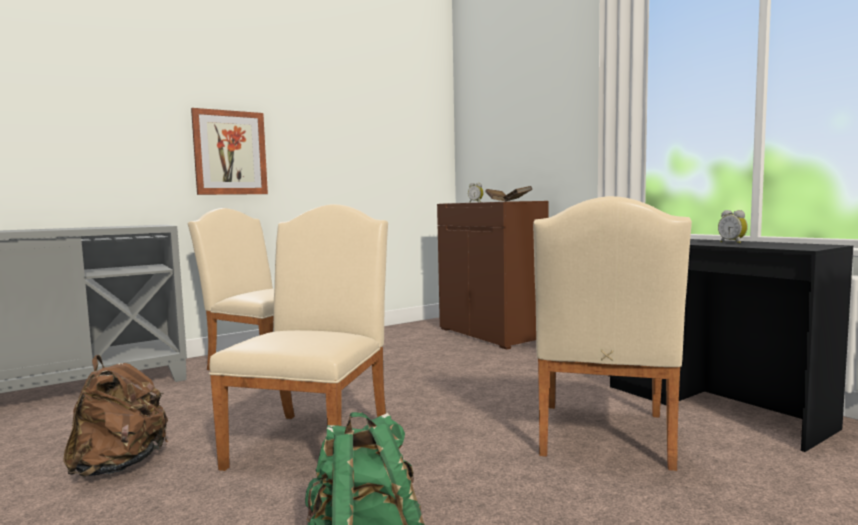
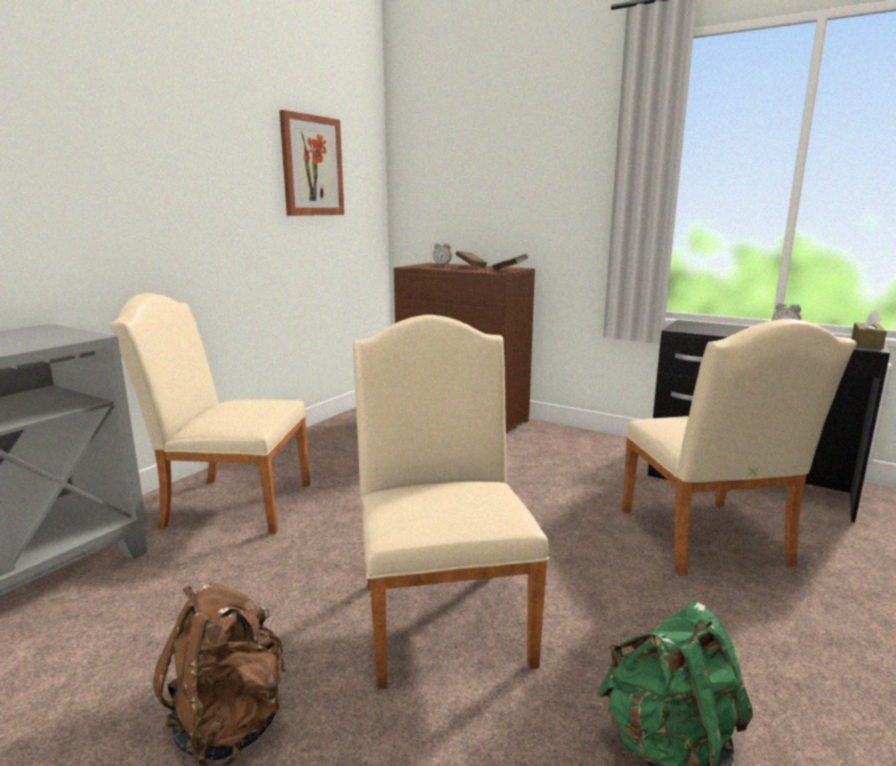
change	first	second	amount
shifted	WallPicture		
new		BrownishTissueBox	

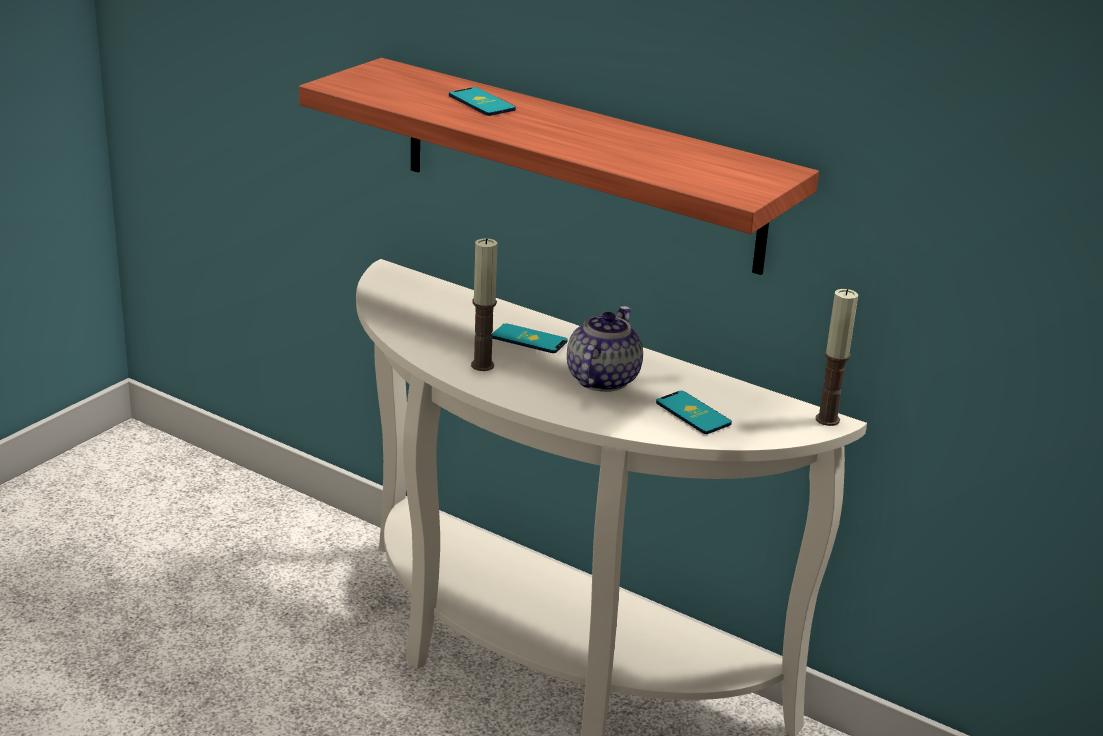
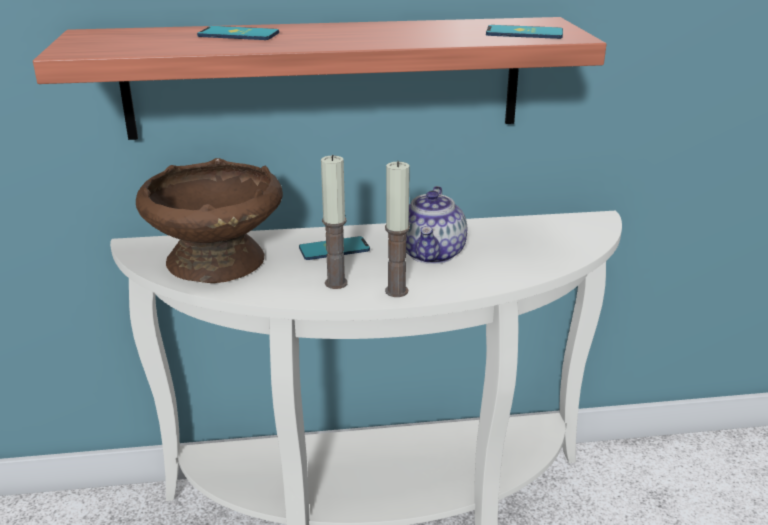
change	first	second	amount
new		BrownishDeepDish	
shifted	WaxCandle (no. 2 from left)		
rotated	TeaPot		150 degrees counterclockwise
shifted	Phone (no. 3 from left)		

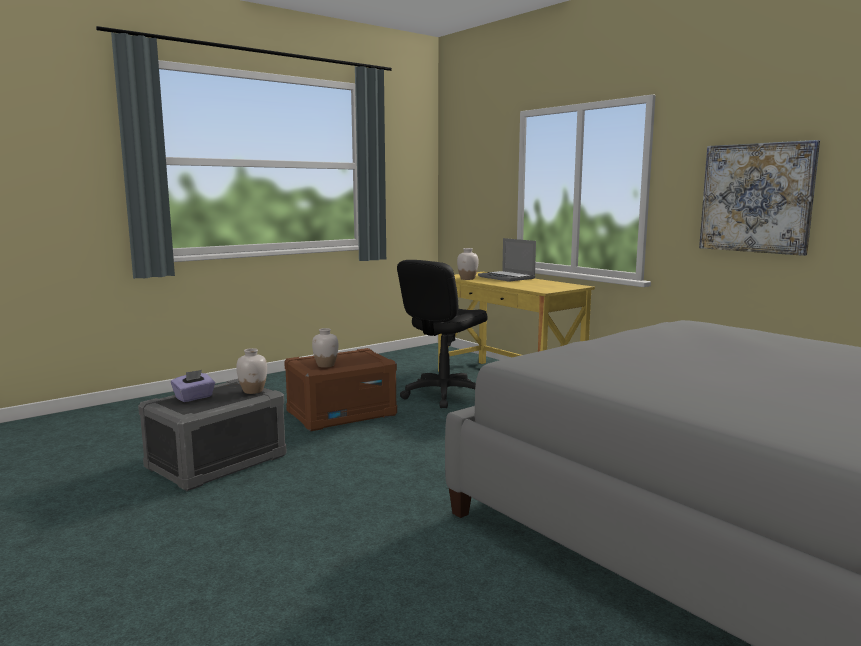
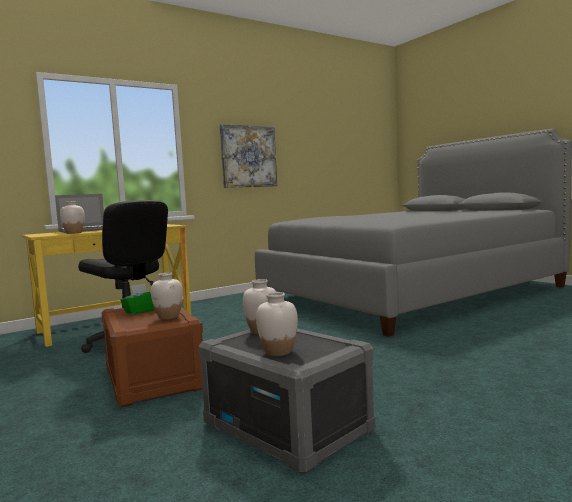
change	first	second	amount
new		GreenColouredTissueBox	
swapped	PurplishTissueBox	WhiteFlowerVase (no. 4 from left)	

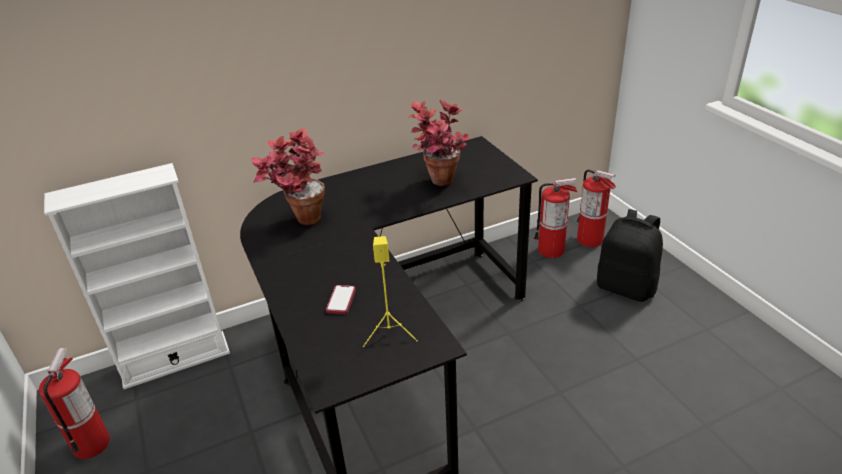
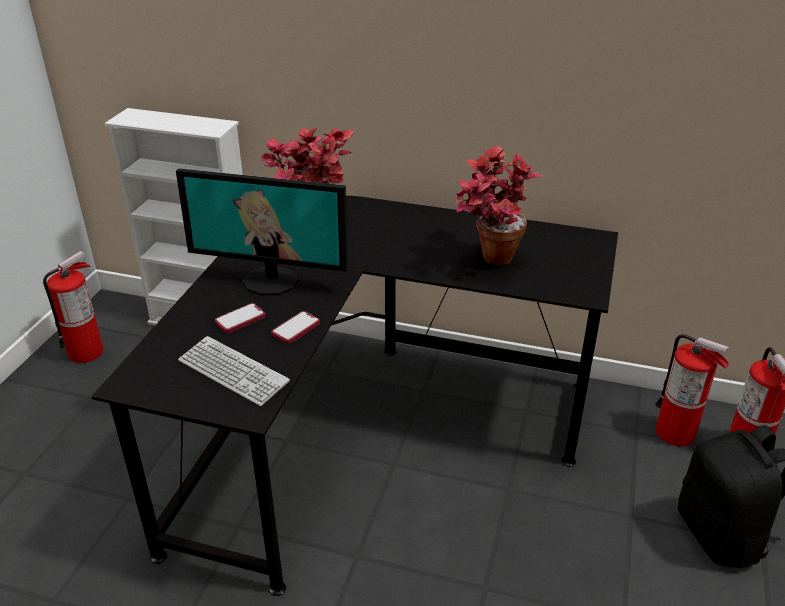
change	first	second	amount
new		ComputerDisplay	
swapped	YellowColouredLoudspeaker	Keyboard	
new		Phone (no. 2 from left)	

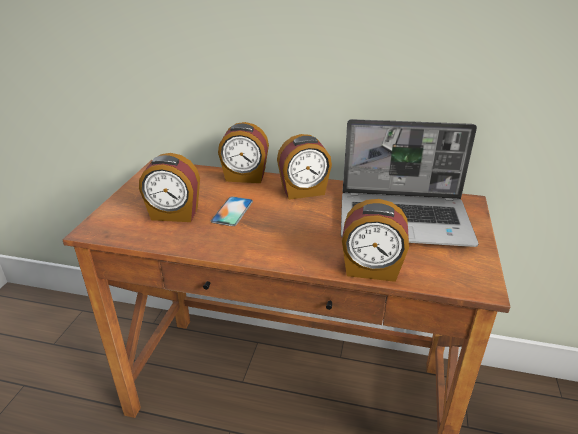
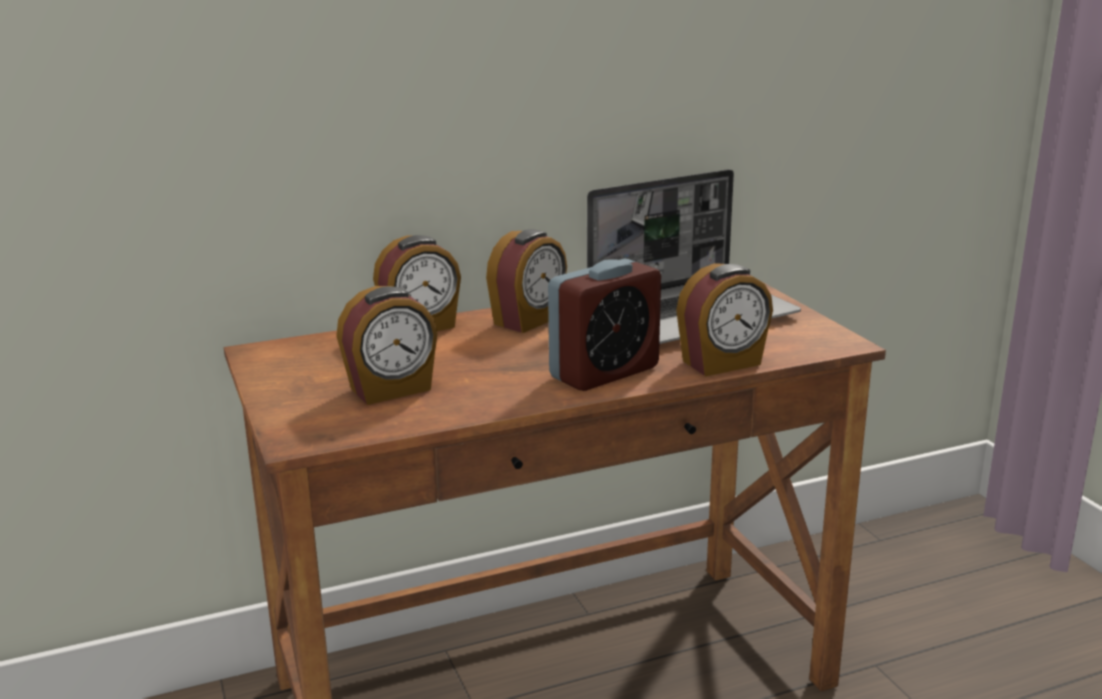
change	first	second	amount
new		AlarmClock (no. 4 from left)	
gone	Phone		

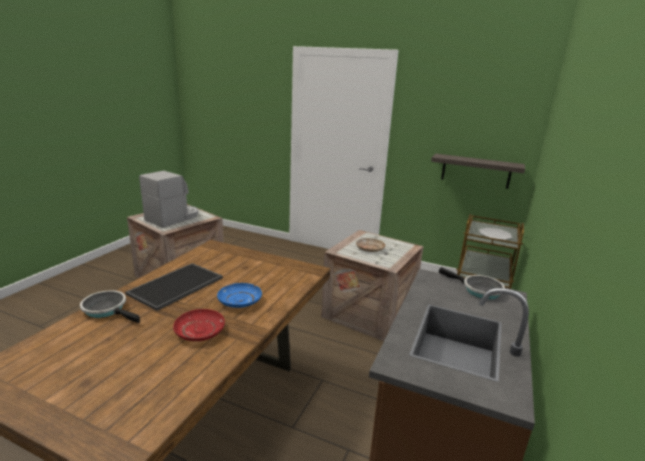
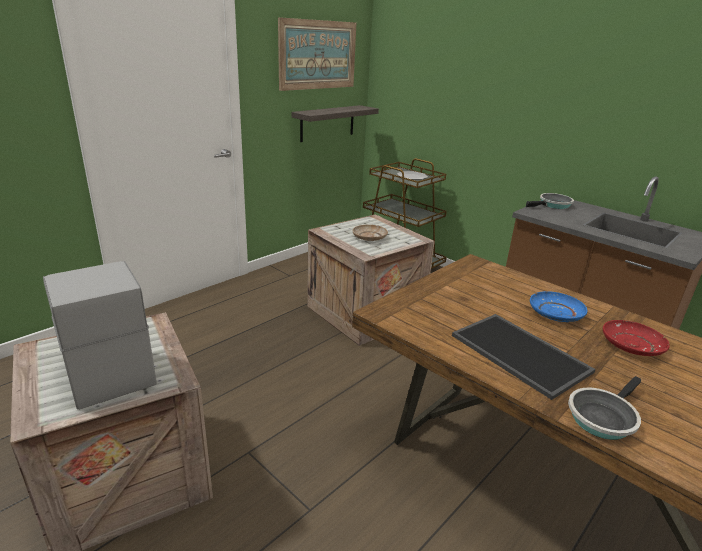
change	first	second	amount
new		WallPicture	

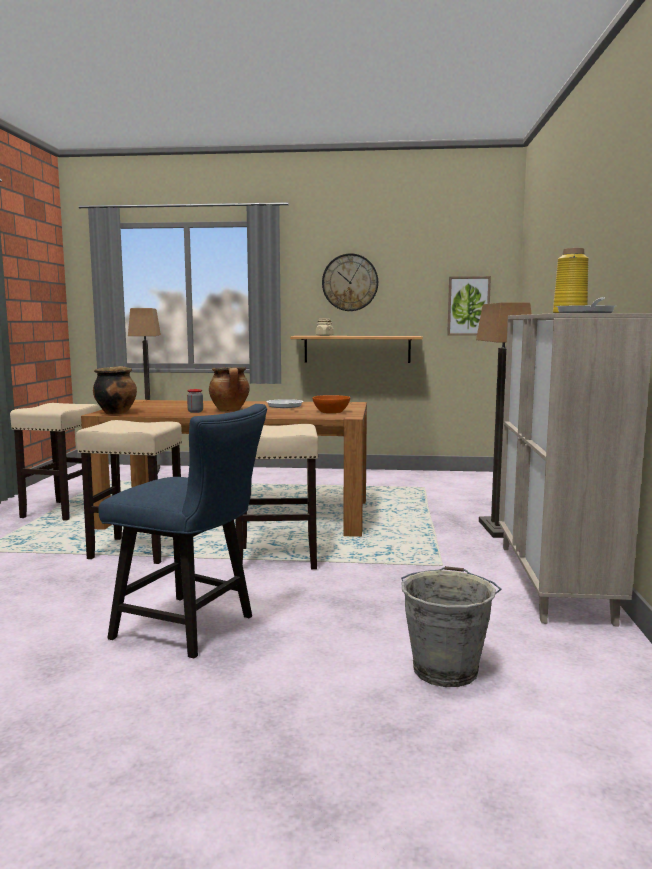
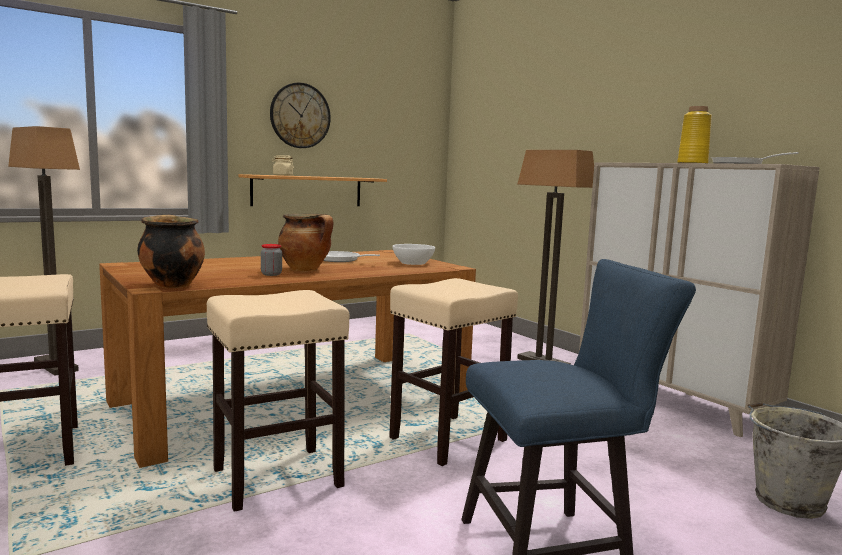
change	first	second	amount
repainted	OrangeColouredDeepDish	WhiteDeepDish	
gone	WallPicture		

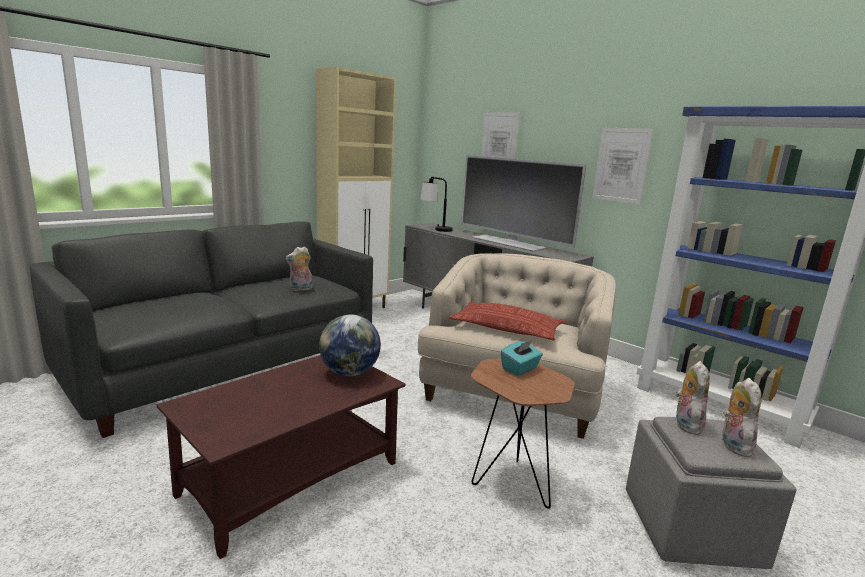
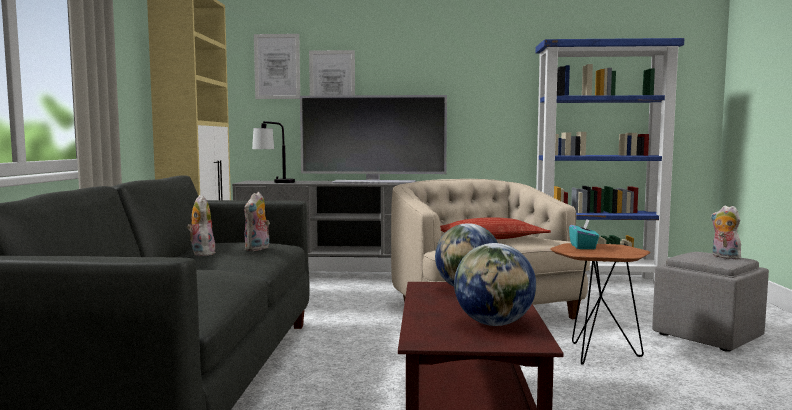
change	first	second	amount
shifted	SoftToy (no. 2 from left in the first image)	SoftToy (no. 1 from left)	
shifted	WallPicture (no. 2 from left in the first image)	WallPicture (no. 1 from left)	
new		DeskGlobe (no. 2 from left)	

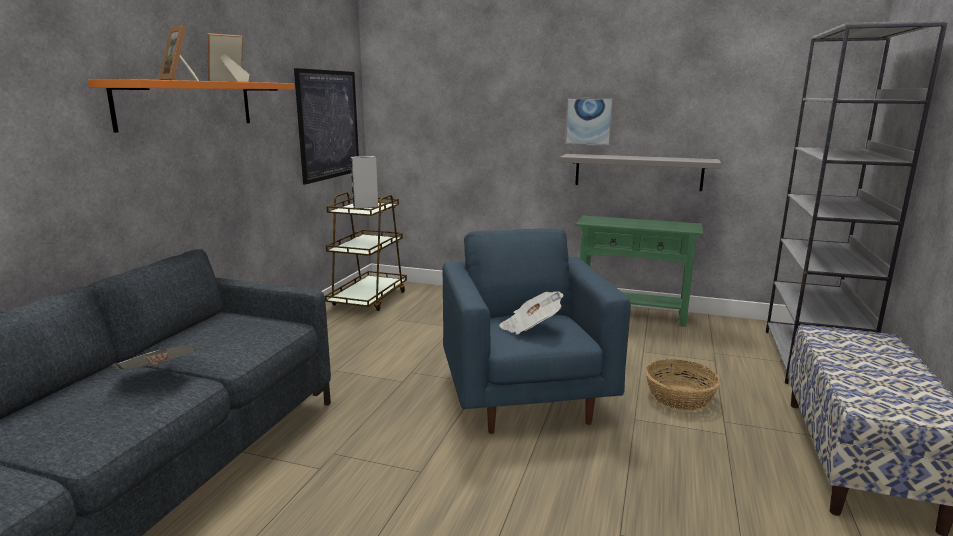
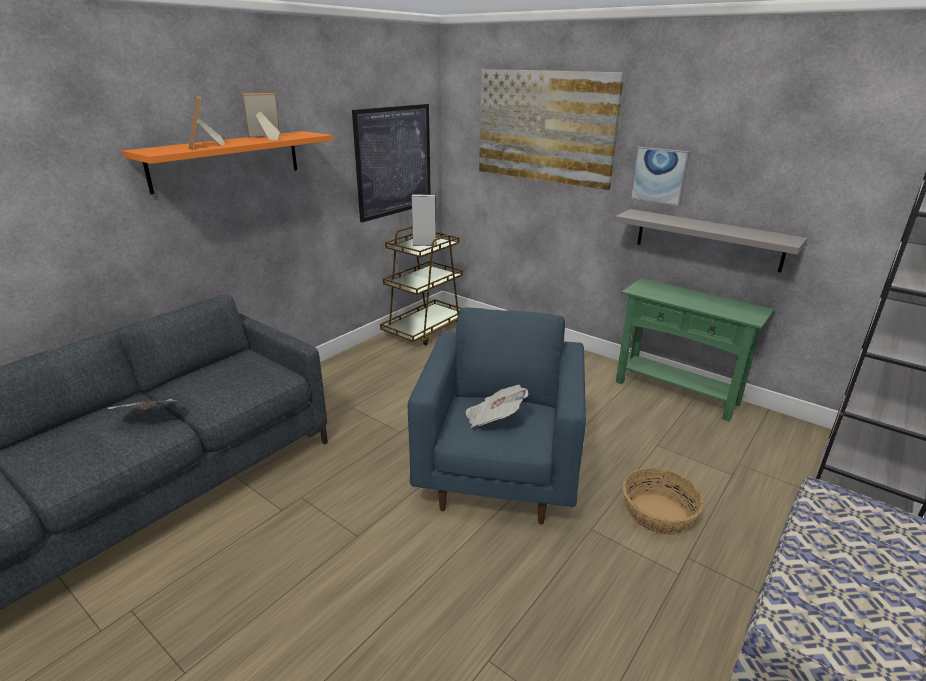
change	first	second	amount
new		WallPicture (no. 2 from left)	

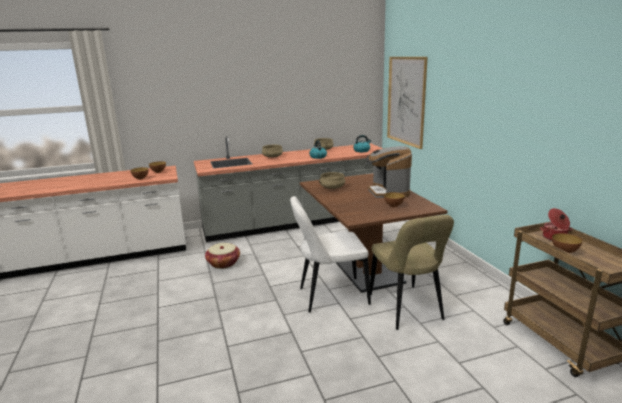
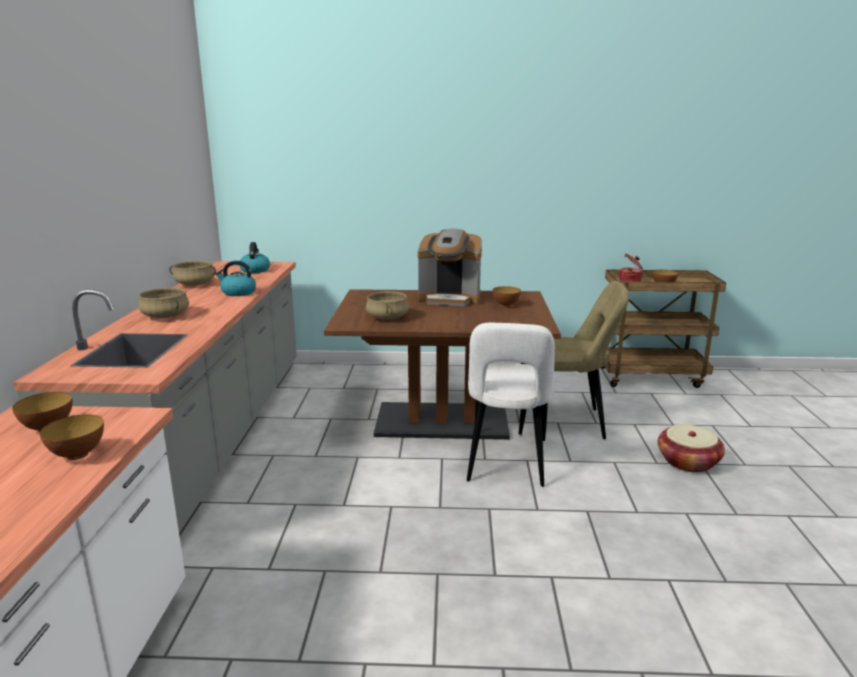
change	first	second	amount
shifted	StorageBasket		
gone	WallPicture		

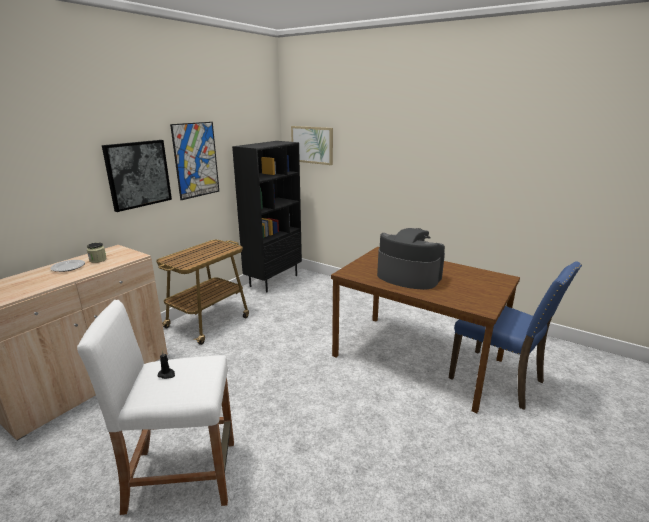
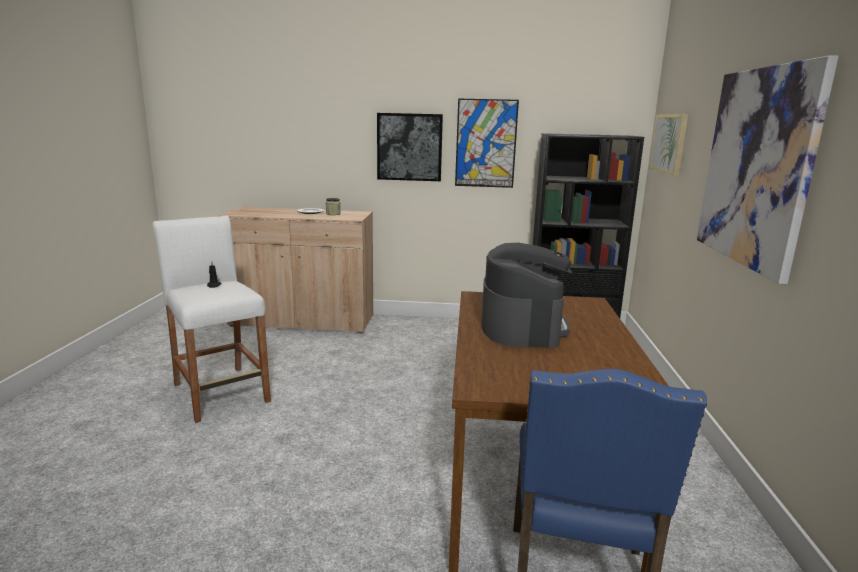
change	first	second	amount
new		WallPicture (no. 4 from left)	
gone	Trolley		

